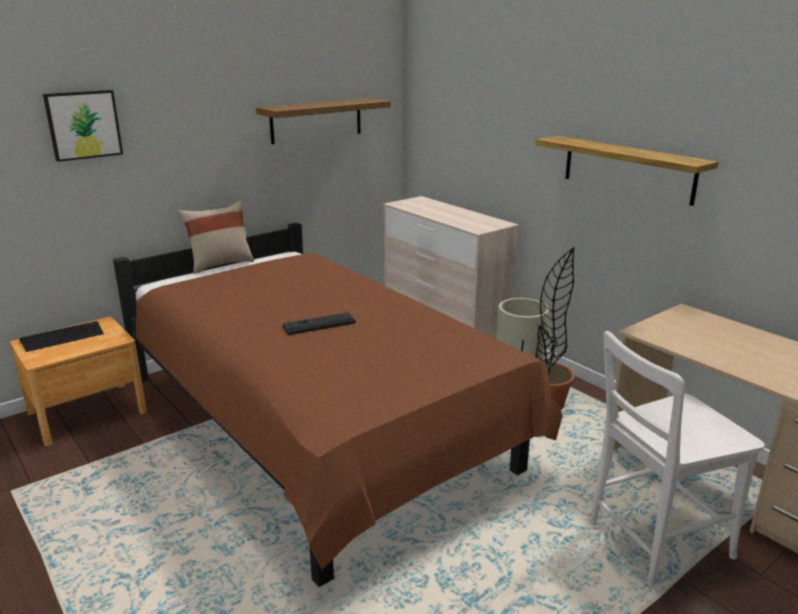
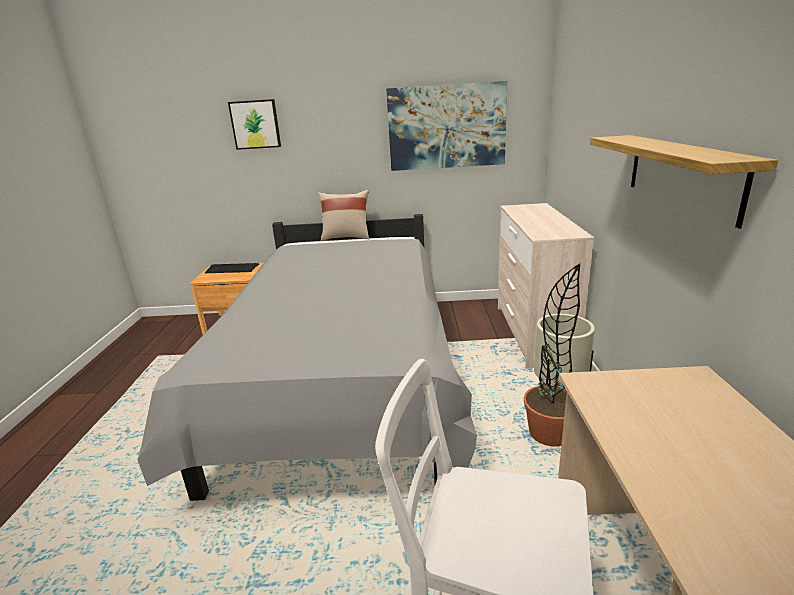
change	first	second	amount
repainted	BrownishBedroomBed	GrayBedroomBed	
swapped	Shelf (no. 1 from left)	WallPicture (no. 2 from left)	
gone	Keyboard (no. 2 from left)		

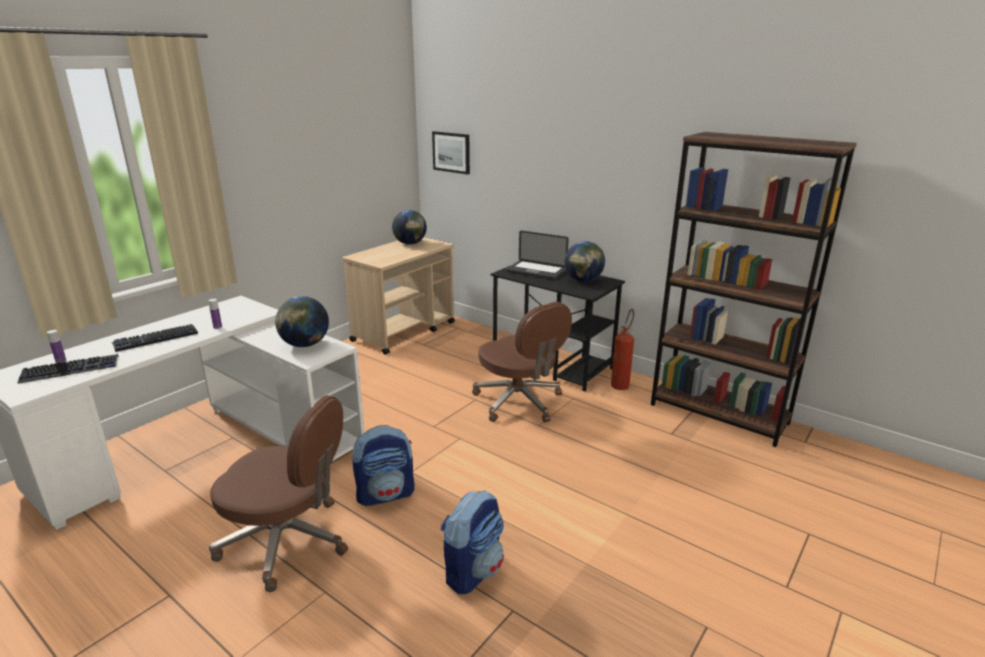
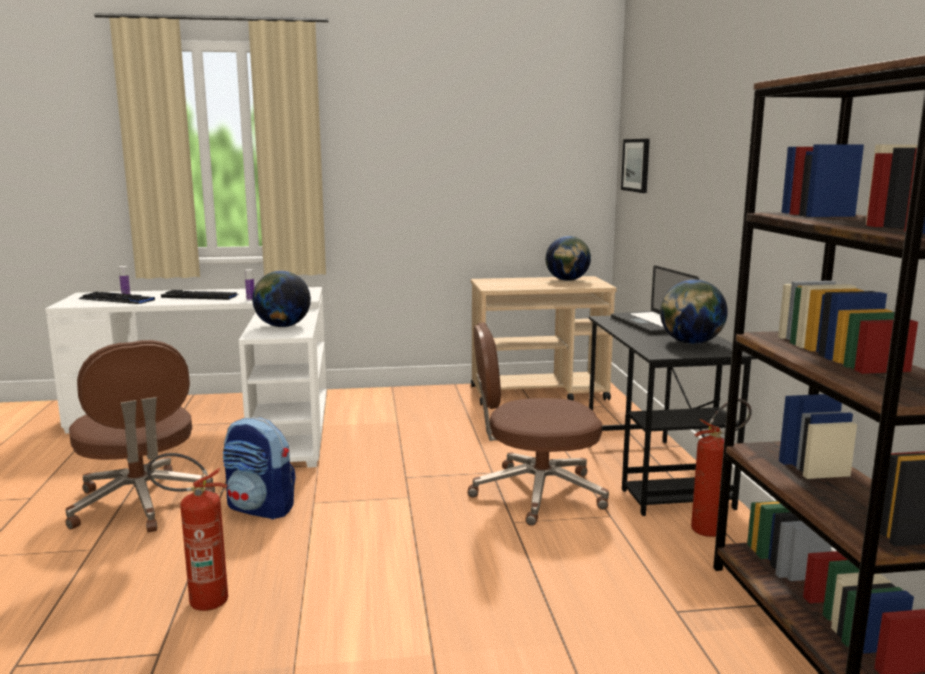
change	first	second	amount
swapped	Backpack (no. 2 from left)	Extinguisher (no. 1 from left)	
rotated	BrownishOfficeChair (no. 2 from left)		75 degrees clockwise

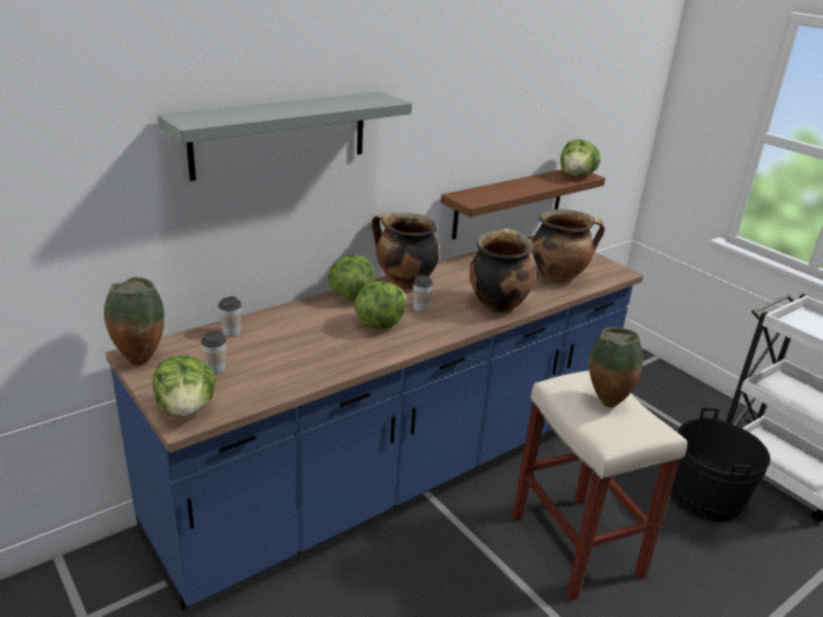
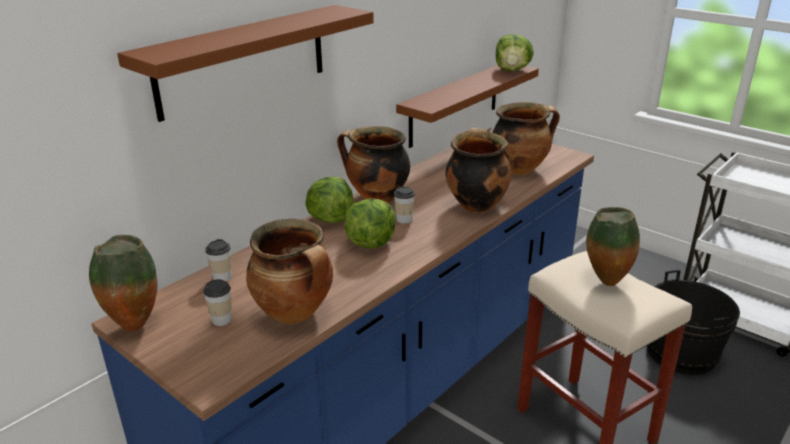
change	first	second	amount
repainted	GrayShelf	BrownishShelf (no. 1 from left)	
new		Saucepot (no. 1 from left)	
gone	LettuceHead (no. 1 from left)		

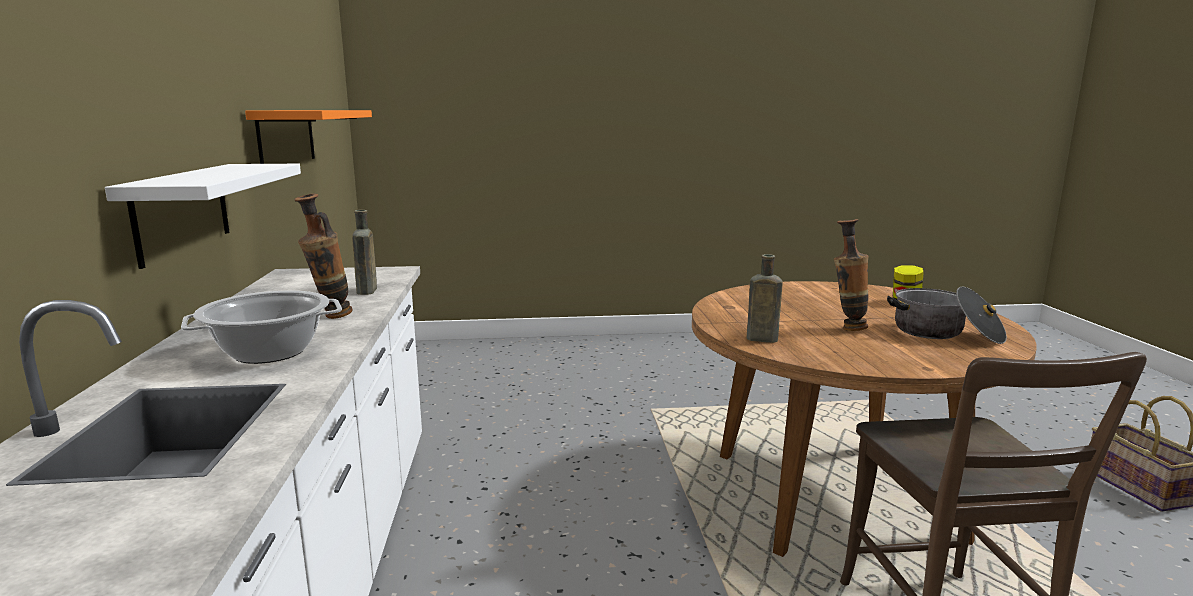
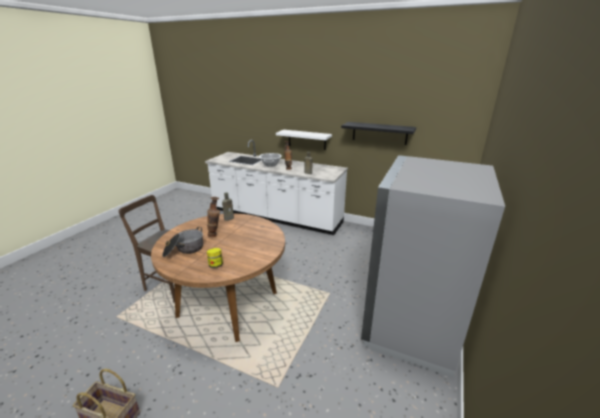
change	first	second	amount
repainted	OrangeColouredShelf	BlackColouredShelf	
new		GrayRefrigerator	

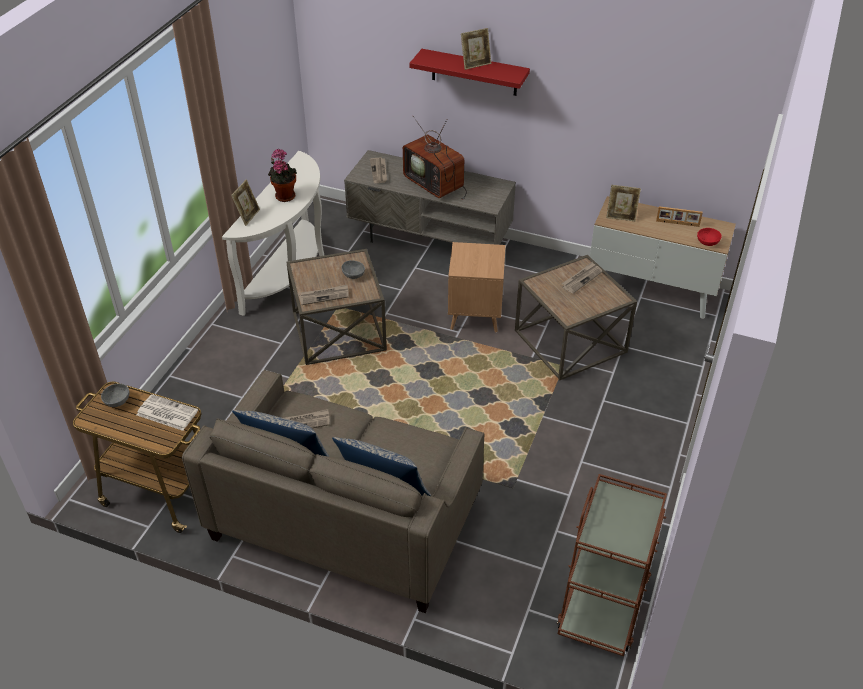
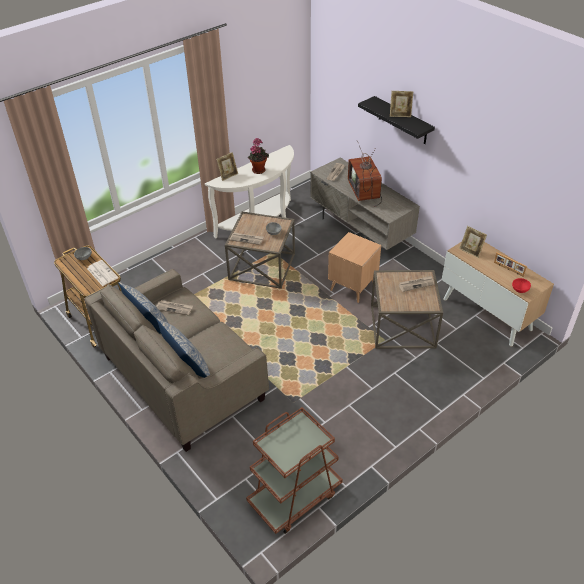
change	first	second	amount
repainted	ReddishShelf	BlackColouredShelf	

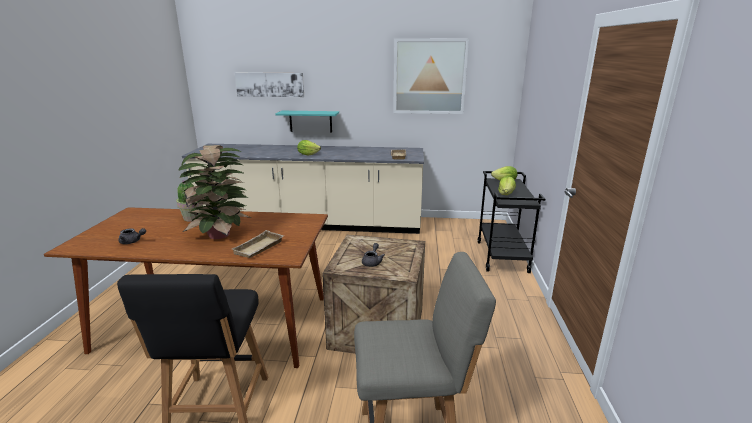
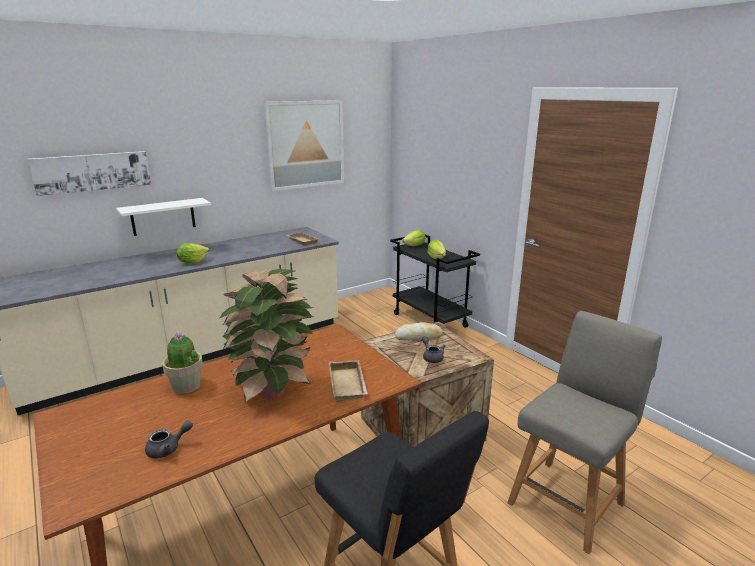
change	first	second	amount
repainted	TurquoiseShelf	WhiteShelf	
new		BakedBread	

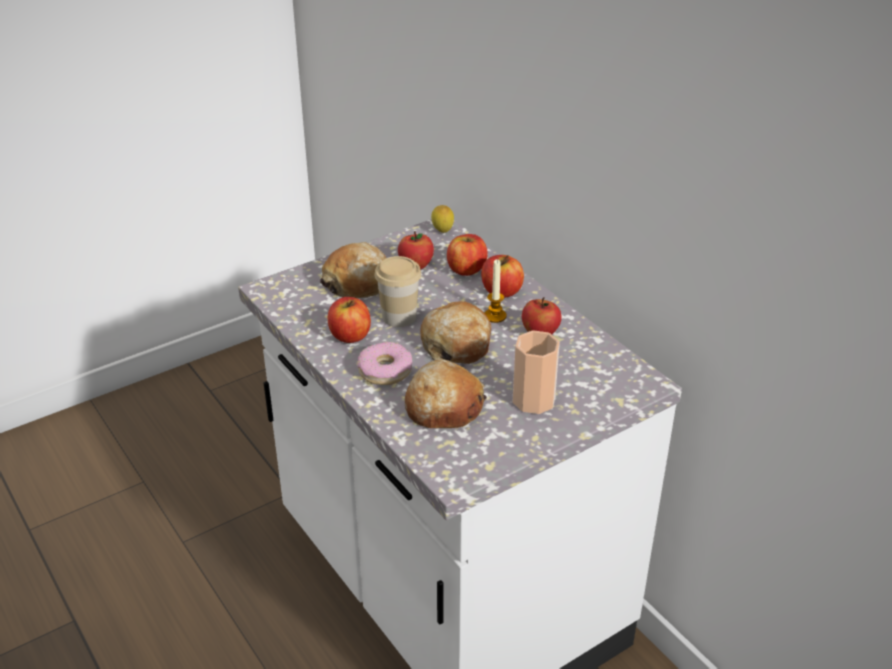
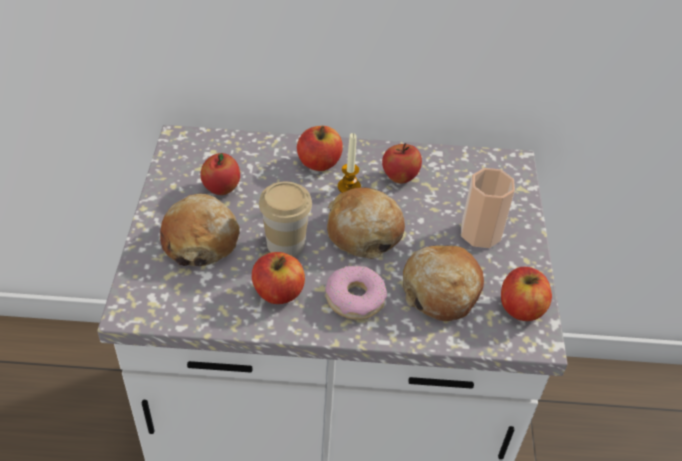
change	first	second	amount
shifted	WholeApple (no. 3 from left in the first image)	WholeApple (no. 5 from left)	
gone	Lemon		

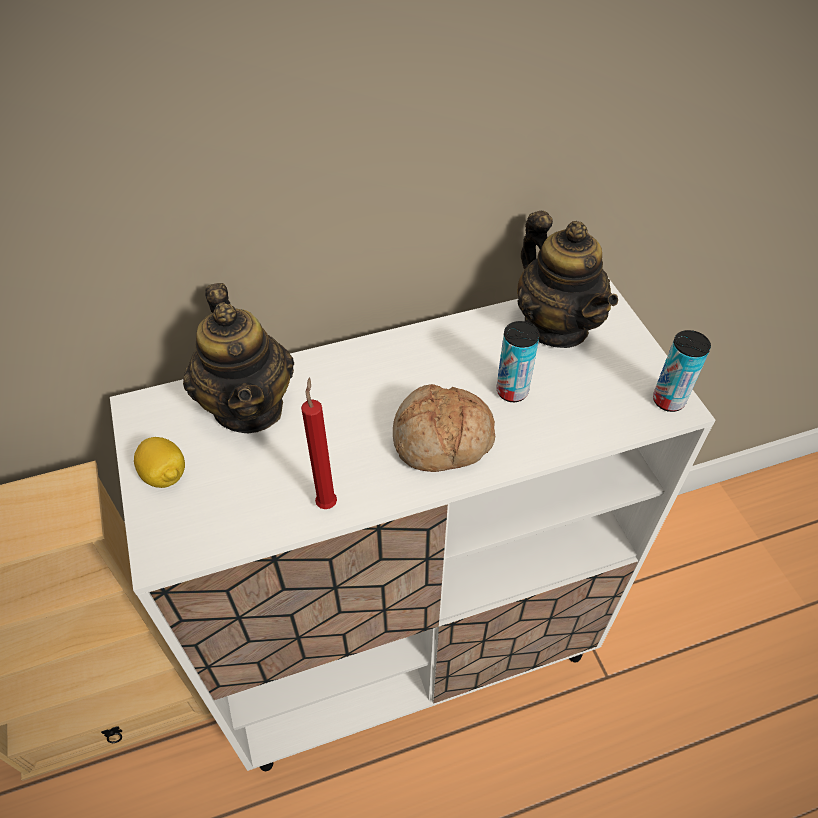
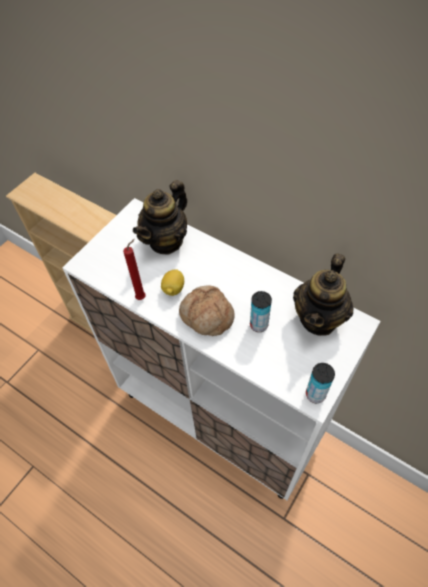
change	first	second	amount
shifted	Lemon		

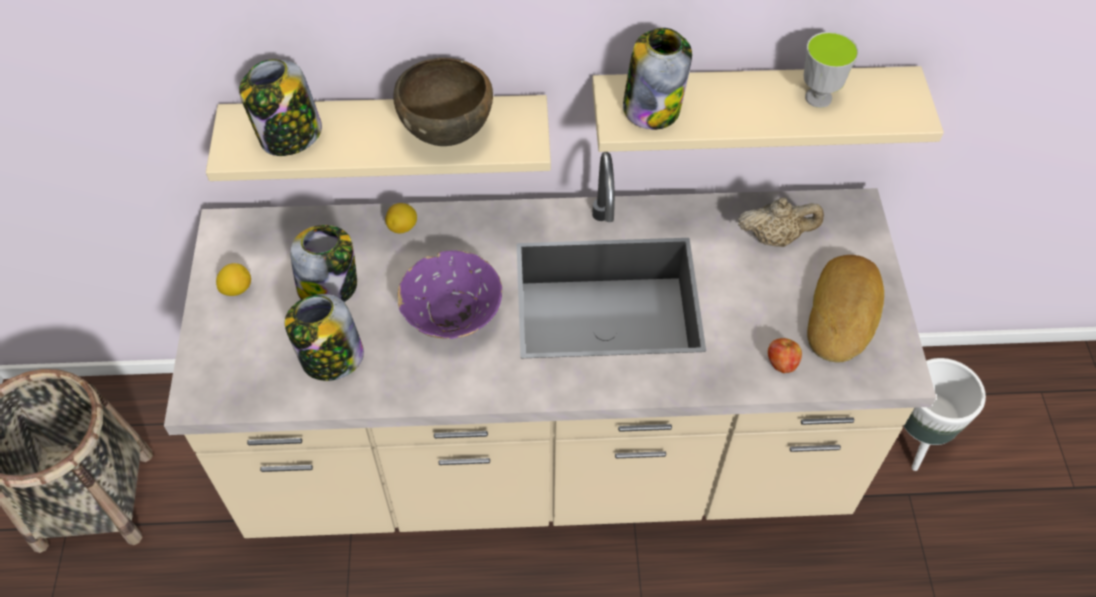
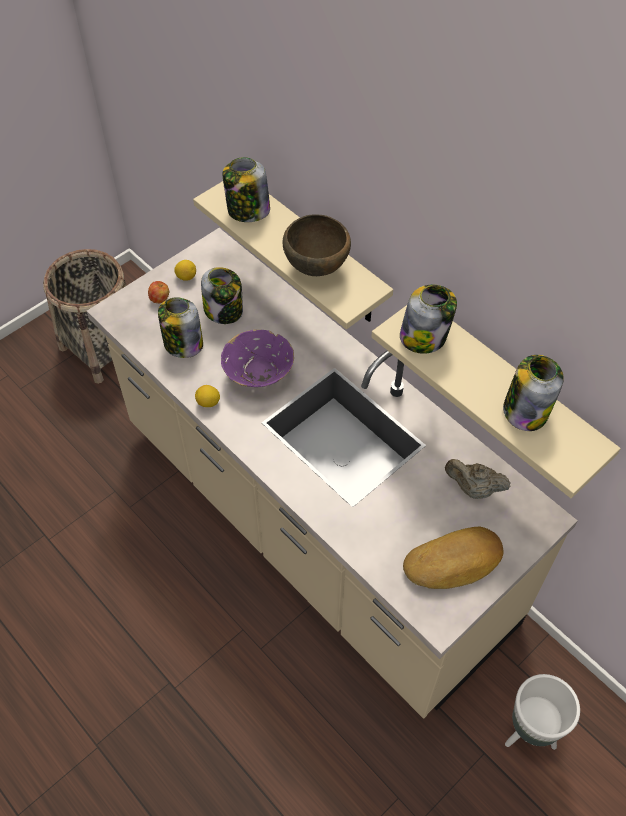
change	first	second	amount
shifted	WholeApple		
shifted	Lemon (no. 2 from left)		
rotated	BeigeTeaPot		150 degrees clockwise
swapped	Cup	PreserveJar (no. 5 from left)	

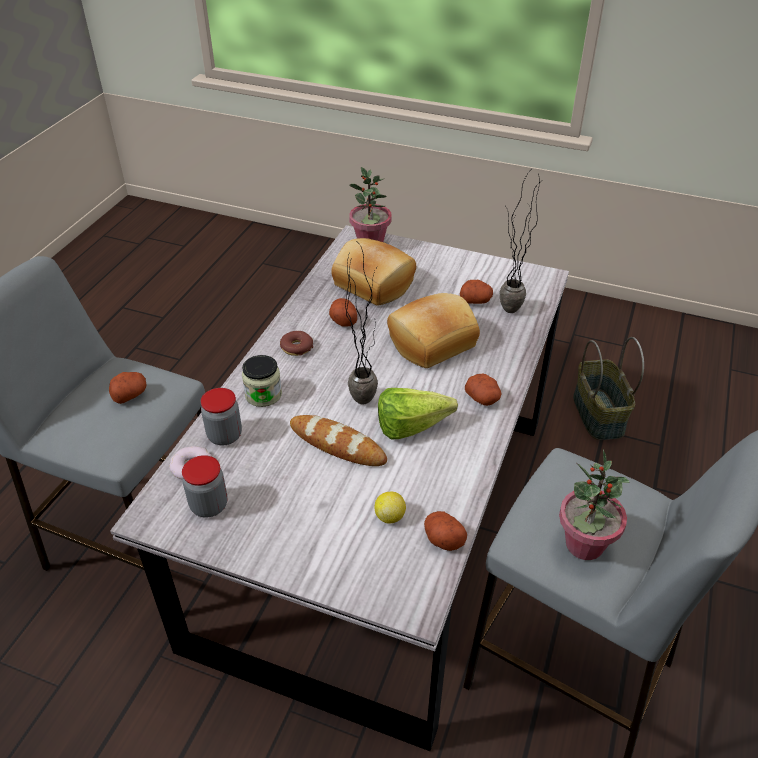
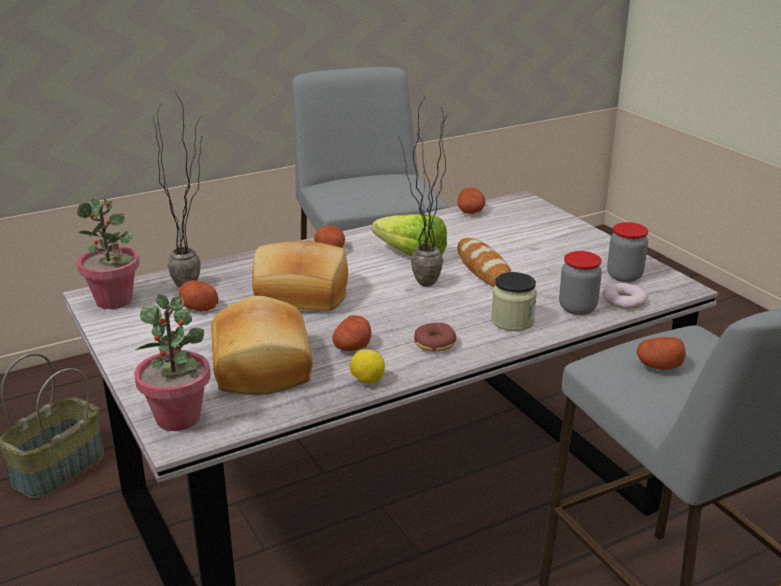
change	first	second	amount
shifted	PlantInAPot (no. 4 from left in the first image)	PlantInAPot (no. 1 from left)	
shifted	Lemon		

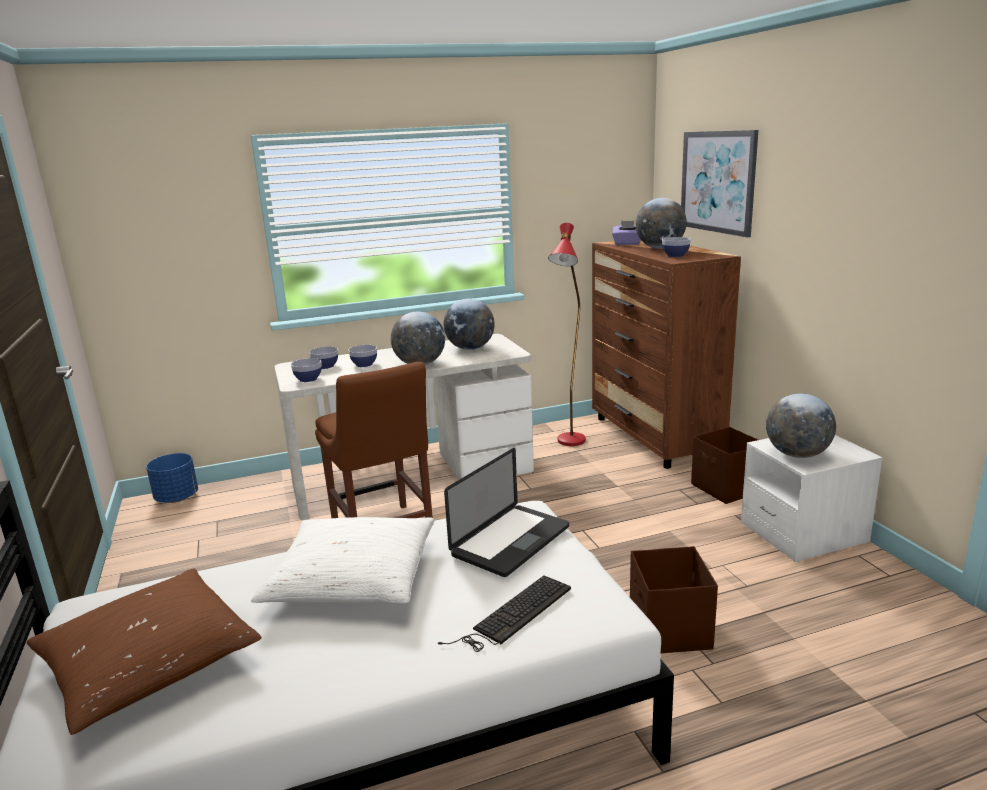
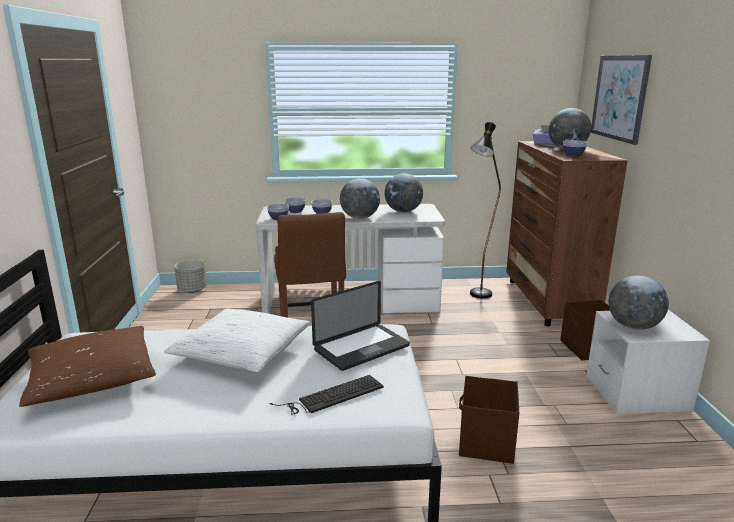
change	first	second	amount
repainted	BluePlantPot	GrayPlantPot	
repainted	ReddishFloorLamp	BlackColouredFloorLamp	

